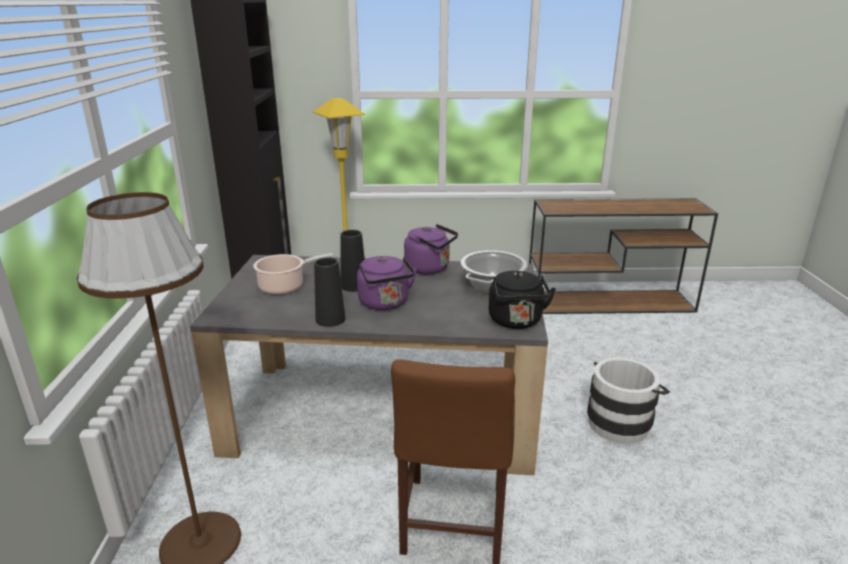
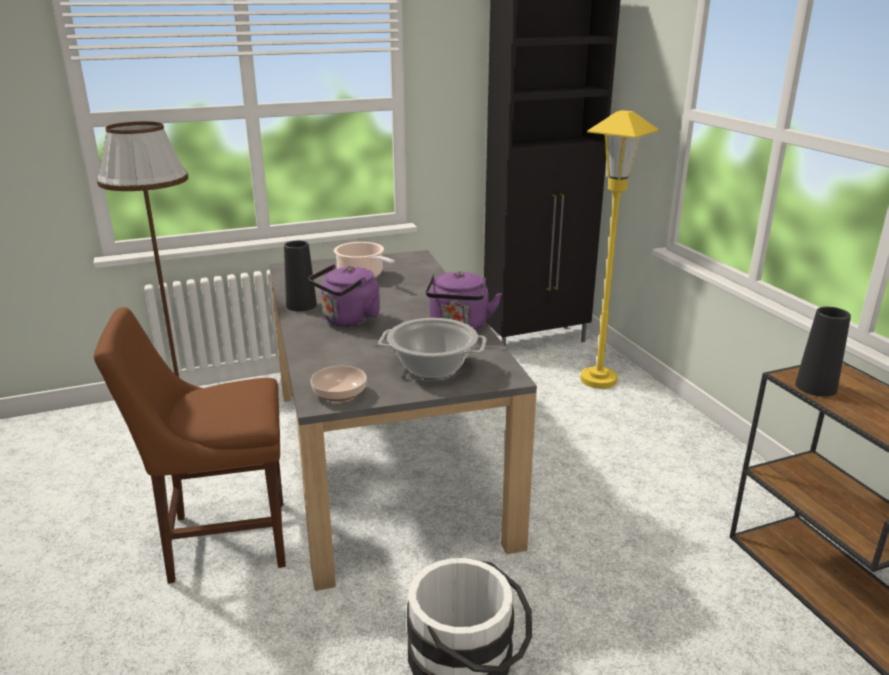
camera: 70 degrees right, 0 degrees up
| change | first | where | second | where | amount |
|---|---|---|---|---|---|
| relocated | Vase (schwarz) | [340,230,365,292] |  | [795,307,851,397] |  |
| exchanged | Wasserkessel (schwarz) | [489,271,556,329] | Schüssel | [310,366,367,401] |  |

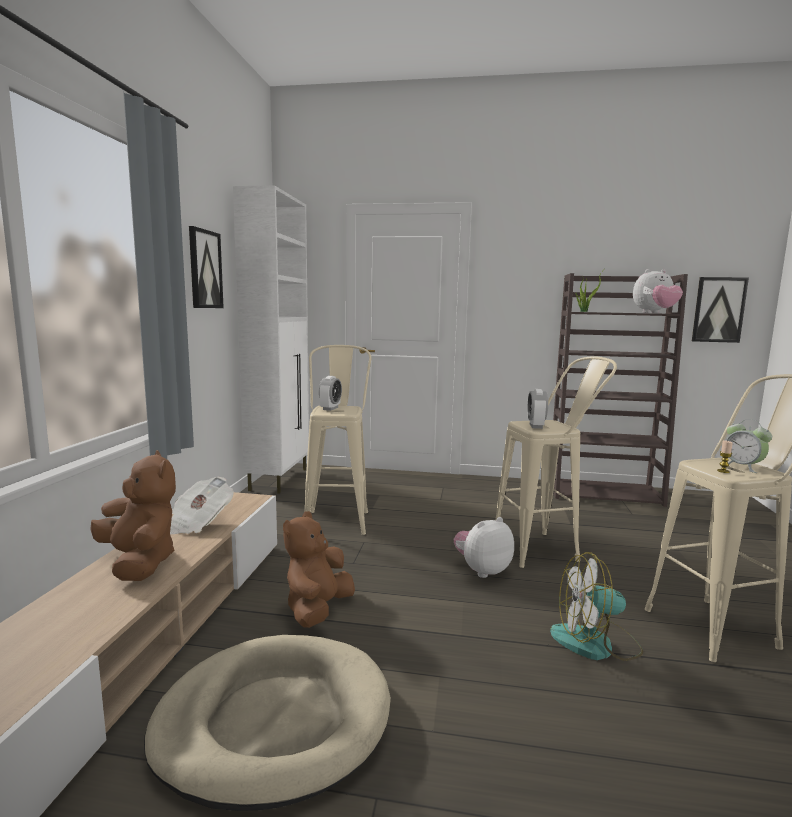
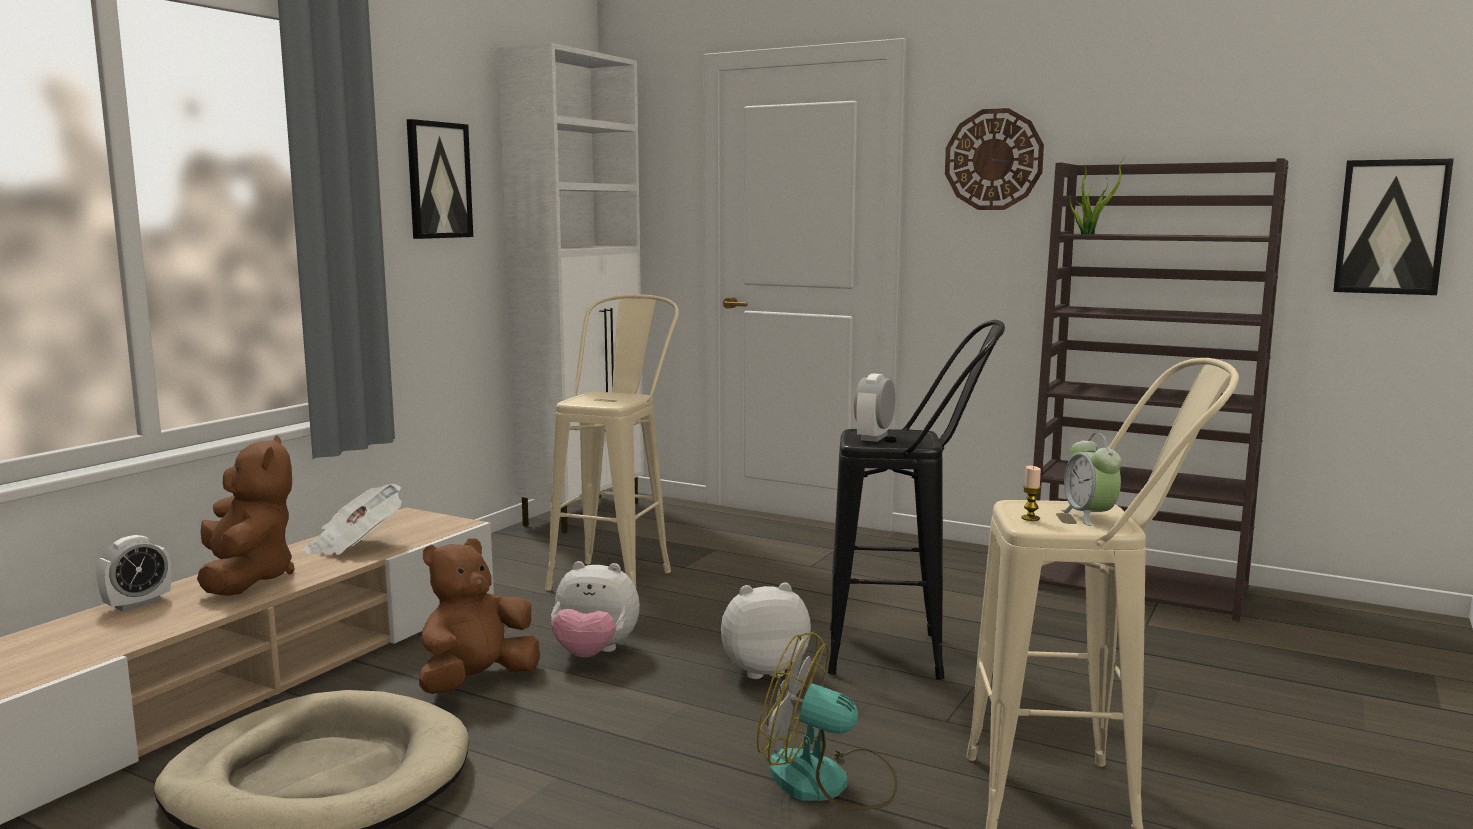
camera: 20 degrees right, 0 degrees up
| change | first | where | second | where | amount |
|---|---|---|---|---|---|
| appeared |  |  | Wanduhr | [945,108,1044,210] |  |
| relocated | Wecker | [319,376,342,411] |  | [96,535,171,612] |  |
| relocated | Plüschtier | [633,269,683,313] |  | [551,561,640,658] |  |
| colour | Hocker (beige) | [496,356,617,568] | Hocker (schwarz) | [828,320,1005,680] |  |

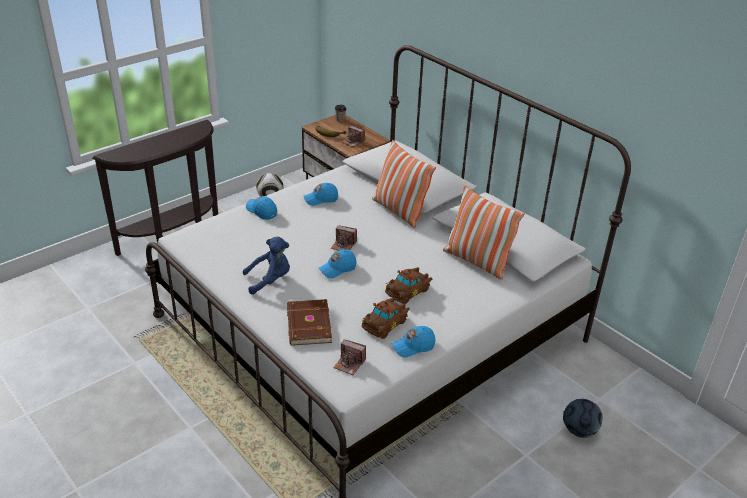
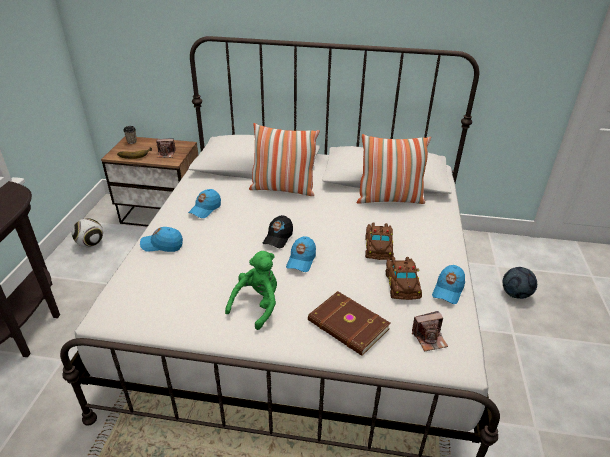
camera: 40 degrees left, 0 degrees up
| change | first | where | second | where | amount |
|---|---|---|---|---|---|
| exchanged | Kamera | [331,225,357,250] | Kappe (schwarz) | [262,215,293,248] |  |
| colour | Plüschtier (blau) | [243,237,290,295] | Plüschtier (grün) | [225,251,277,330] |  |

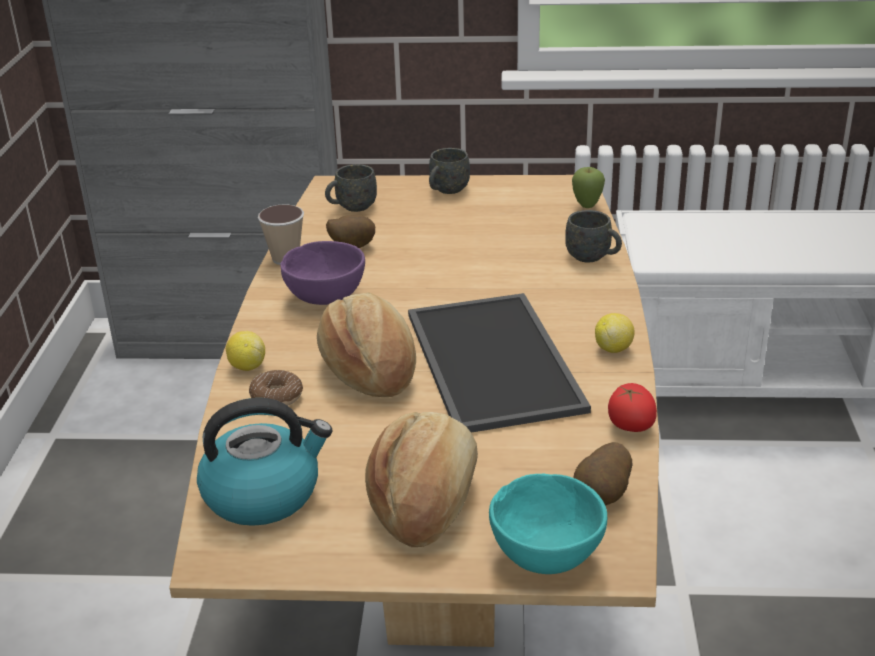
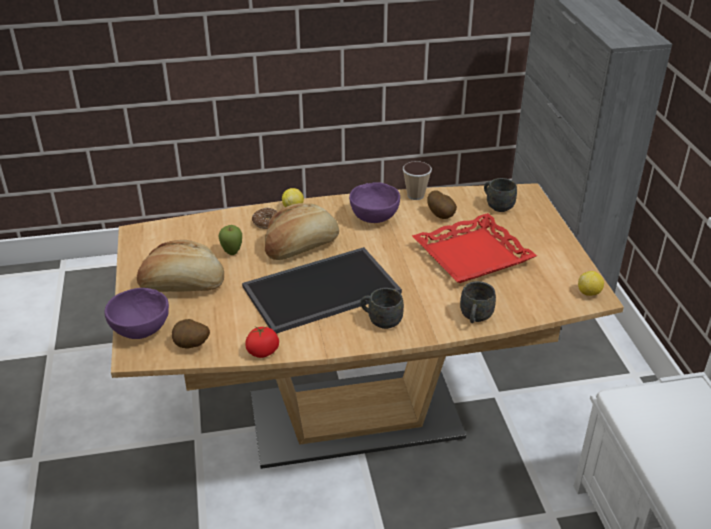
camera: 75 degrees right, 5 degrees up
| change | first | where | second | where | amount |
|---|---|---|---|---|---|
| missing | Wasserkessel | [197,398,332,526] |  |  |  |
| appeared |  |  | Tablett (rot) | [412,213,537,283] |  |
| relocated | Henkelbecher (grau) | [429,148,470,194] |  | [360,288,404,329] |  |
| relocated | Apfel | [572,167,605,208] |  | [219,225,242,255] |  |
| relocated | Zitrone | [595,313,635,353] |  | [578,271,604,296] |  |
| colour | Schüssel (türkis) | [489,474,607,574] | Schüssel (lila) | [105,288,169,339] |  |

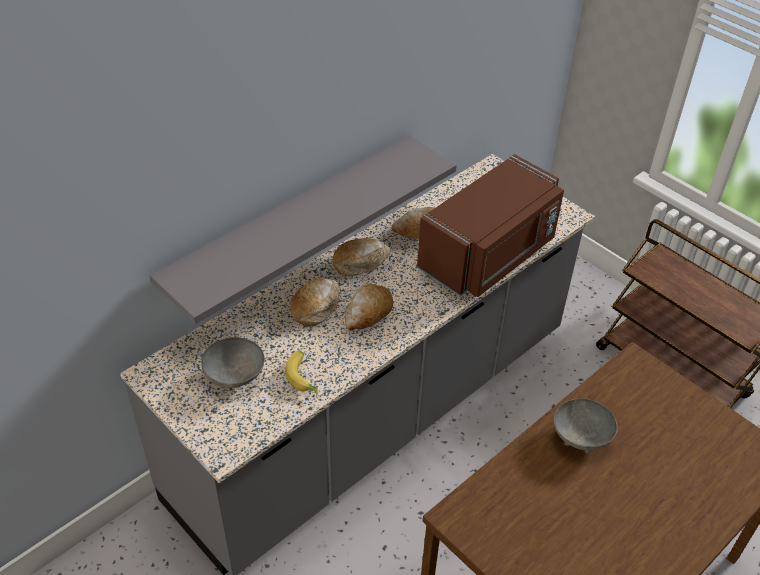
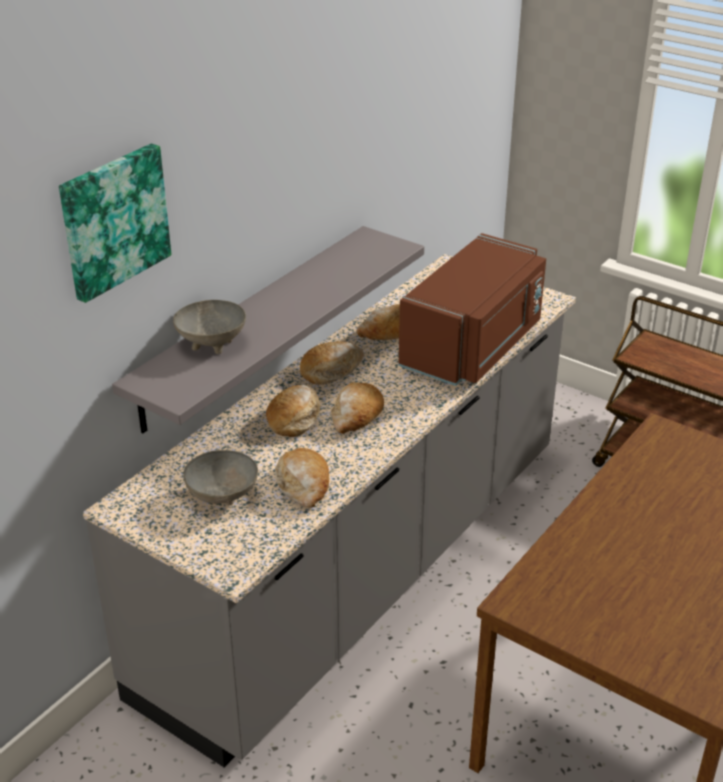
camera: 10 degrees left, 10 degrees down
| change | first | where | second | where | amount |
|---|---|---|---|---|---|
| appeared |  |  | Bild | [59,144,171,303] |  |
| relocated | Schüssel (grau) | [554,398,618,454] |  | [173,300,246,354] |  |
| exchanged | Banane | [285,351,318,395] | Brot | [275,448,329,508] |  |

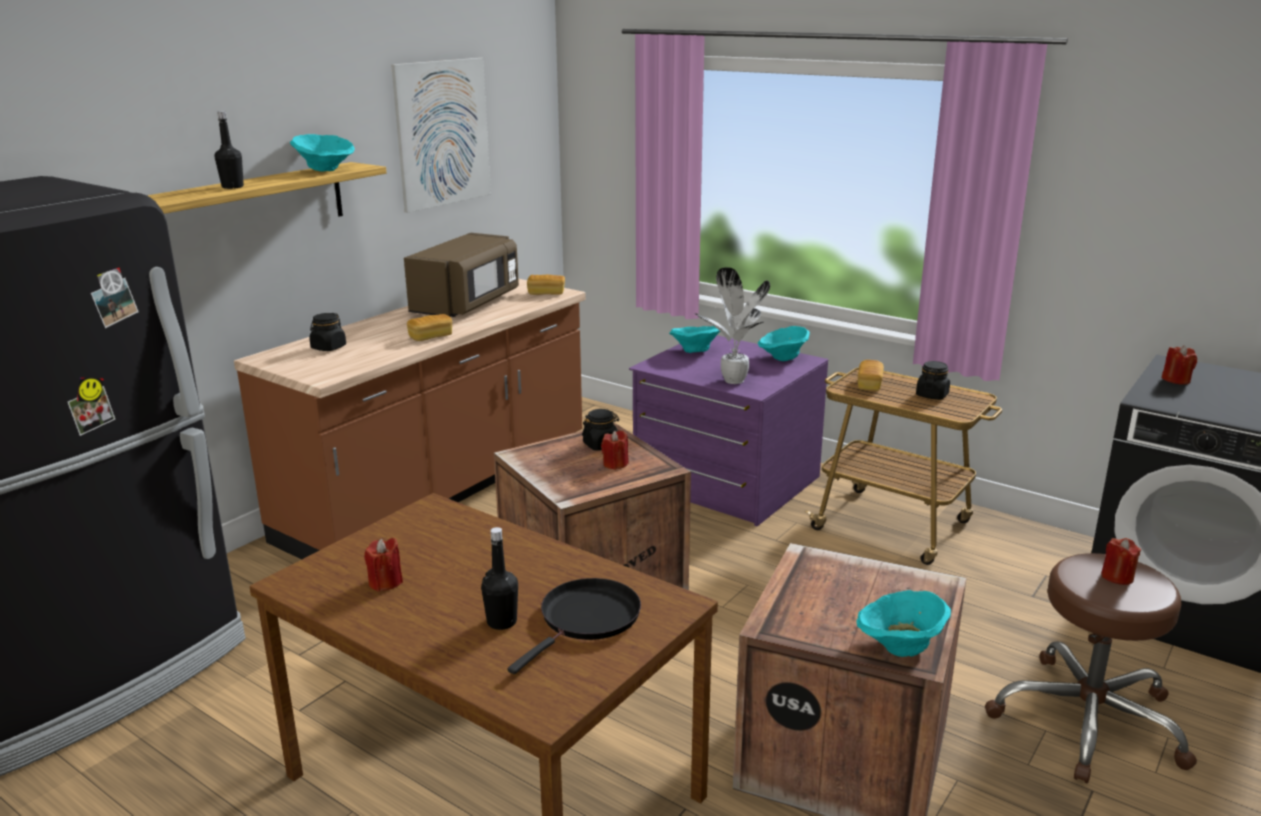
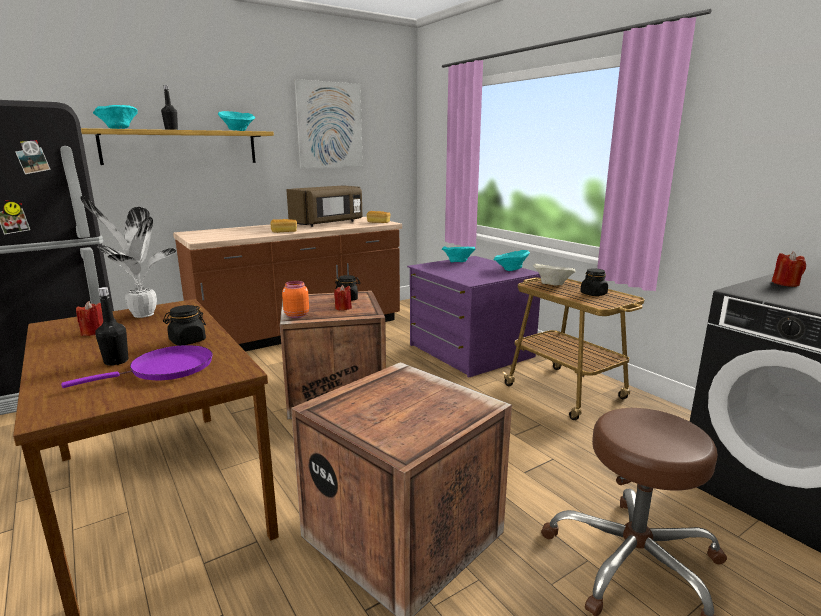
camera: 20 degrees right, 5 degrees down
| change | first | where | second | where | amount |
|---|---|---|---|---|---|
| missing | Kerze (rot) | [1101,538,1141,585] |  |  |  |
| appeared |  |  | Vorratsglas (orange) | [282,281,309,318] |  |
| relocated | Vorratsglas (schwarz) | [309,313,346,351] |  | [163,305,206,346] |  |
| relocated | Topfpflanze | [694,267,770,384] |  | [80,196,176,318] |  |
| relocated | Schüssel (türkis) | [857,590,951,657] |  | [93,105,138,129] |  |
| exchanged | Brot | [858,360,884,391] | Schüssel (beige) | [533,264,576,285] |  |
| colour | Pfanne (schwarz) | [508,578,641,674] | Pfanne (lila) | [61,345,212,388] |  |

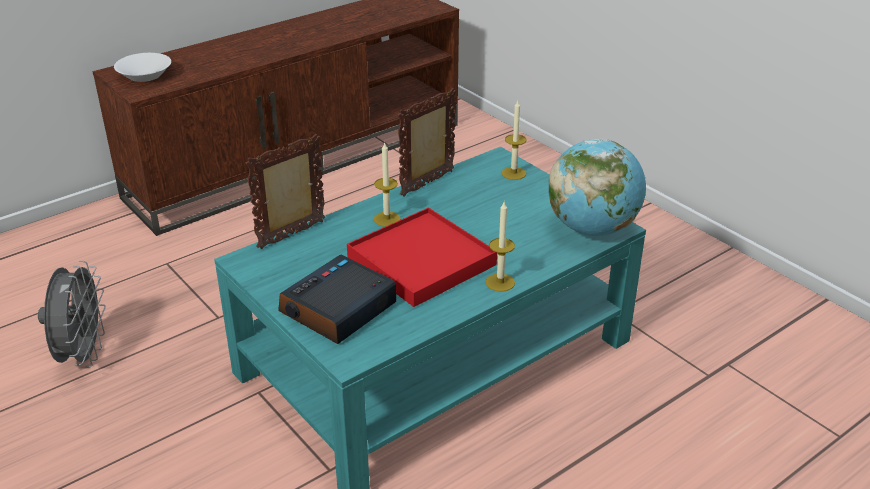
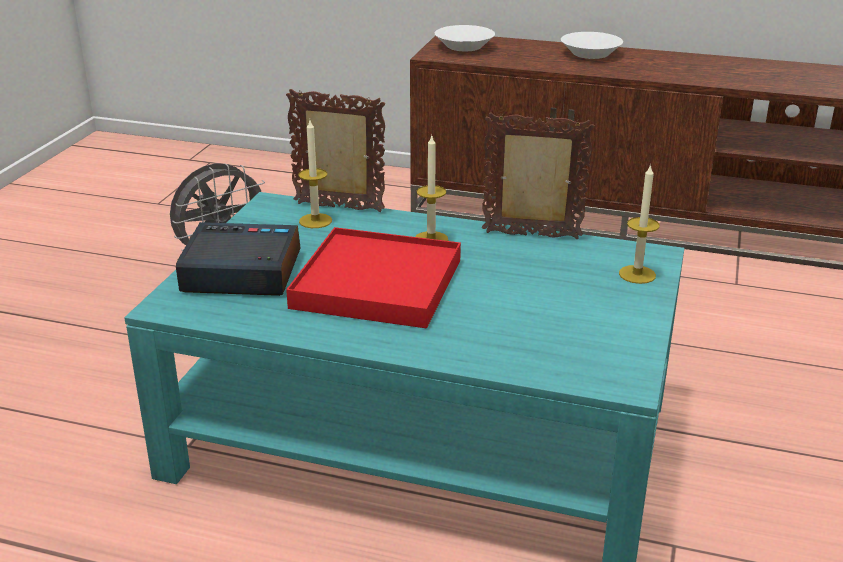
camera: 55 degrees right, 5 degrees down
| change | first | where | second | where | amount |
|---|---|---|---|---|---|
| missing | Globus | [548,139,646,236] |  |  |  |
| appeared |  |  | Schüssel (weiß) | [561,32,623,59] |  |
| relocated | Kerze | [485,202,515,292] |  | [299,120,332,228] |  |

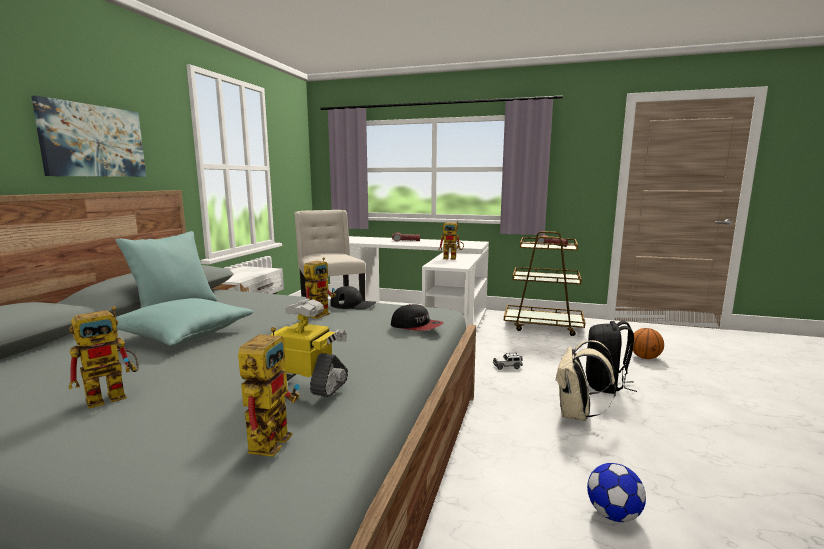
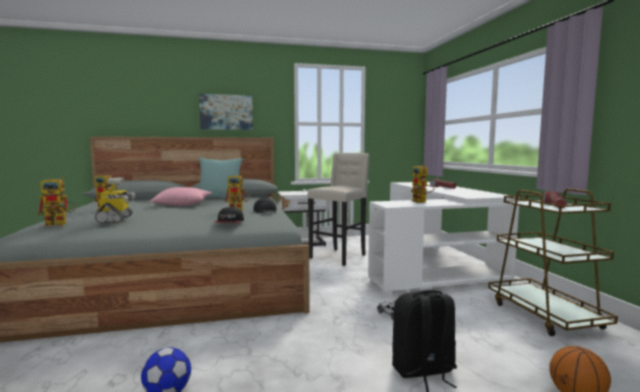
camera: 60 degrees right, 5 degrees down
| change | first | where | second | where | amount |
|---|---|---|---|---|---|
| missing | Rucksack (beige) | [555,340,616,421] |  |  |  |
| colour | Kissen (türkis) | [116,298,253,346] | Kissen (rosa) | [150,187,212,206] |  |

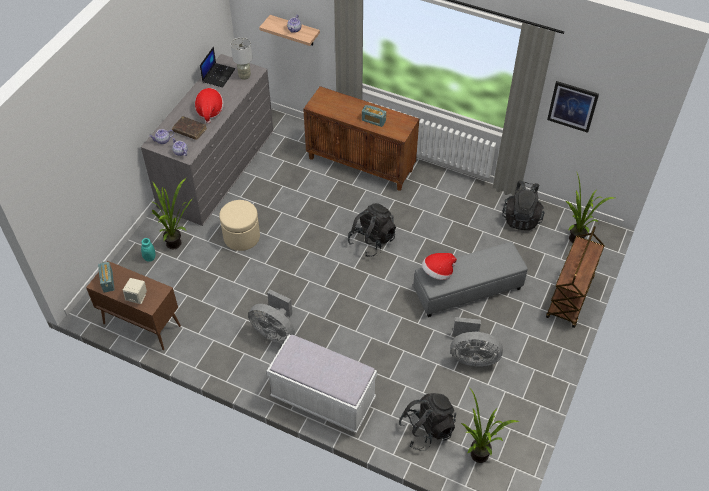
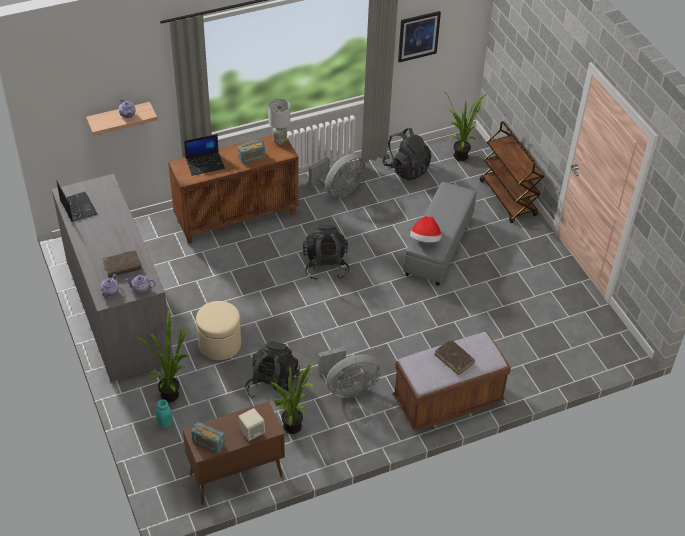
camera: 50 degrees left, 5 degrees down
| change | first | where | second | where | amount |
|---|---|---|---|---|---|
| missing | Hut | [195,88,224,124] |  |  |  |
| appeared |  |  | Laptop | [184,134,225,176] |  |
| appeared |  |  | Buch (braun) | [434,339,475,375] |  |
| relocated | Tischlampe (grau) | [231,37,252,80] |  | [268,98,290,145] |  |
| relocated | Rucksack (schwarz) | [399,393,456,451] |  | [245,341,300,406] |  |
| relocated | Ventilator (grau) | [450,317,503,367] |  | [309,154,366,198] |  |
| relocated | Topfpflanze | [461,389,519,463] |  | [262,360,316,434] |  |
| colour | Bank (weiß) | [267,335,377,433] | Bank (braun) | [393,332,511,431] |  |

